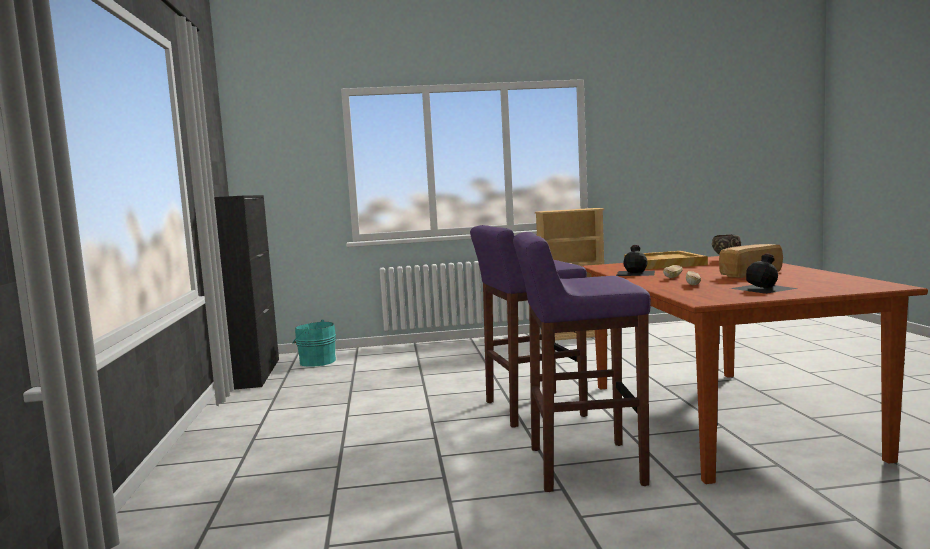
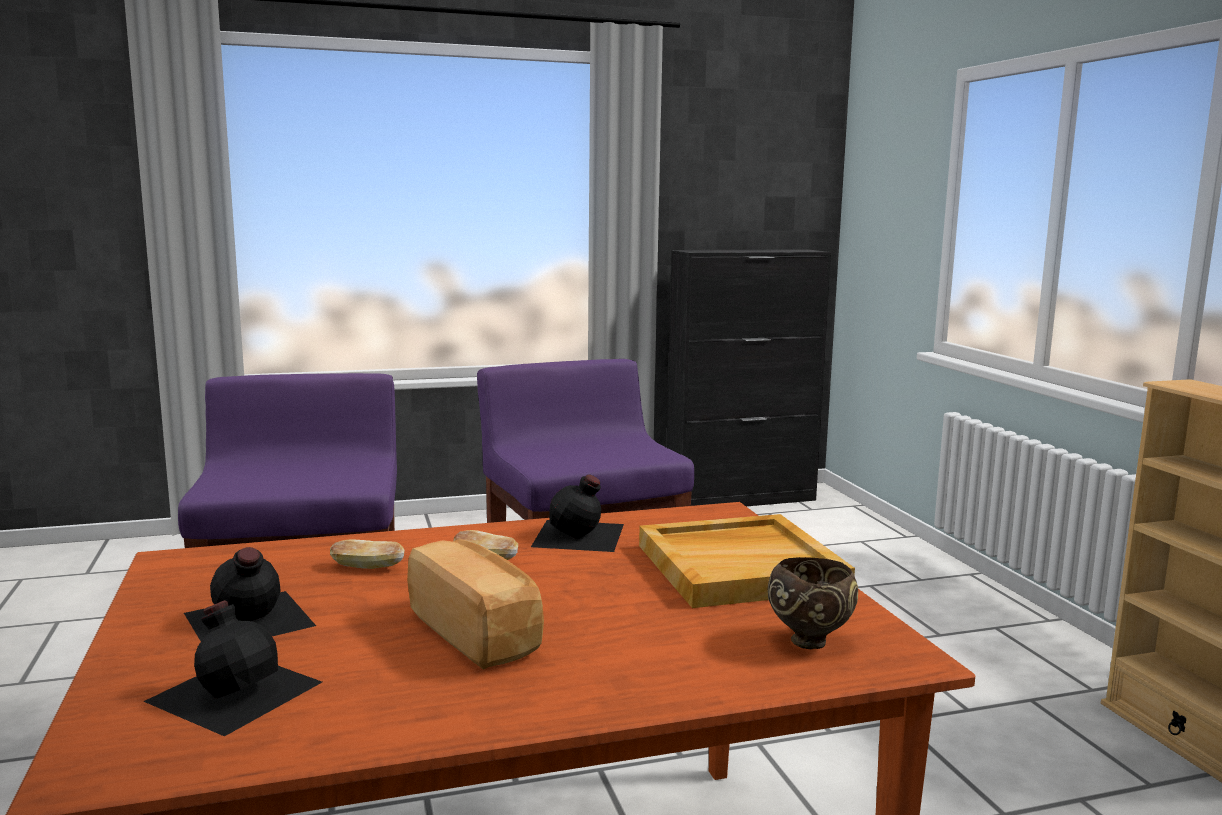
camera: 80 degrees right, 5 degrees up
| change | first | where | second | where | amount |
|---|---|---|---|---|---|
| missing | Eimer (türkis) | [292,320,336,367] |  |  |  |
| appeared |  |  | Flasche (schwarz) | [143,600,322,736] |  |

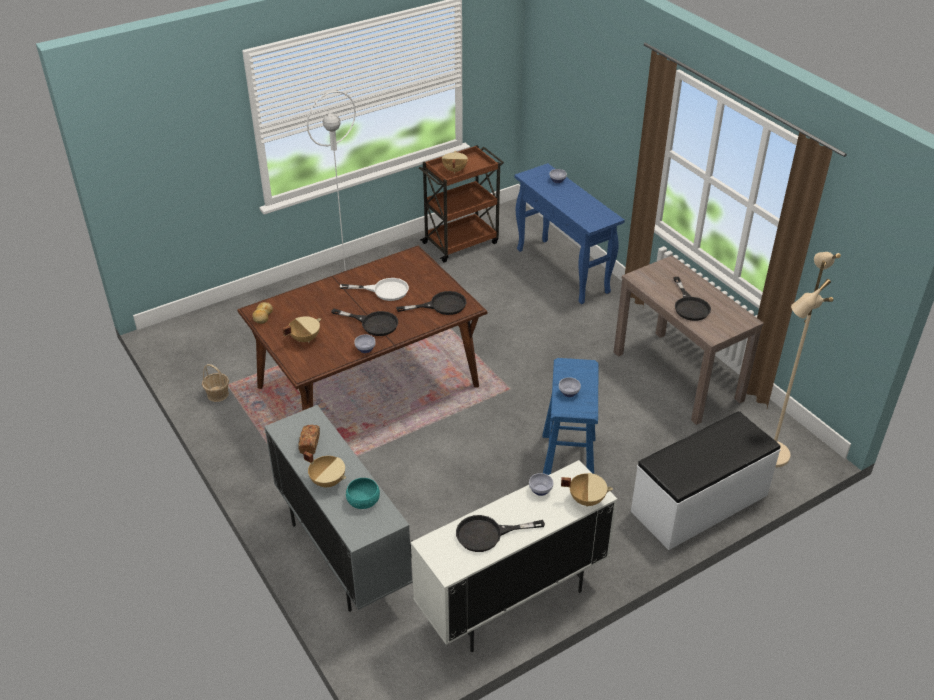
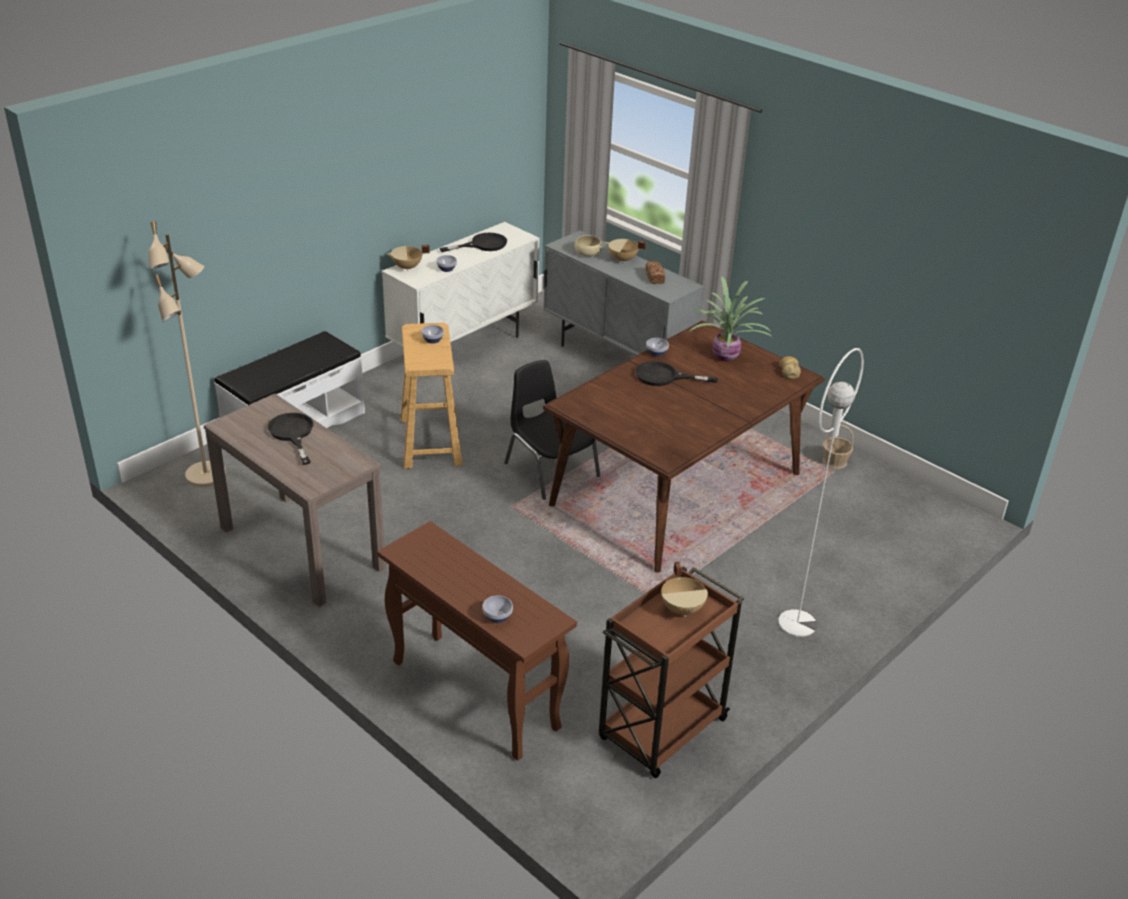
camera: 165 degrees right, 5 degrees down
| change | first | where | second | where | amount |
|---|---|---|---|---|---|
| missing | Pfanne (weiß) | [340,278,409,301] |  |  |  |
| missing | Pfanne (schwarz) | [396,291,466,315] |  |  |  |
| appeared |  |  | Stuhl (schwarz) | [504,360,600,500] |  |
| exchanged | Kochtopf (beige) | [282,316,321,343] | Topfpflanze | [689,276,772,361] |  |
| colour | Schüssel (türkis) | [346,478,380,509] | Schüssel (beige) | [575,235,602,256] |  |
| colour | Konsolentisch (blau) | [514,163,625,304] | Konsolentisch (braun) | [377,521,577,761] |  |
| colour | Hocker (blau) | [542,358,599,475] | Hocker (beige) | [401,323,463,469] |  |

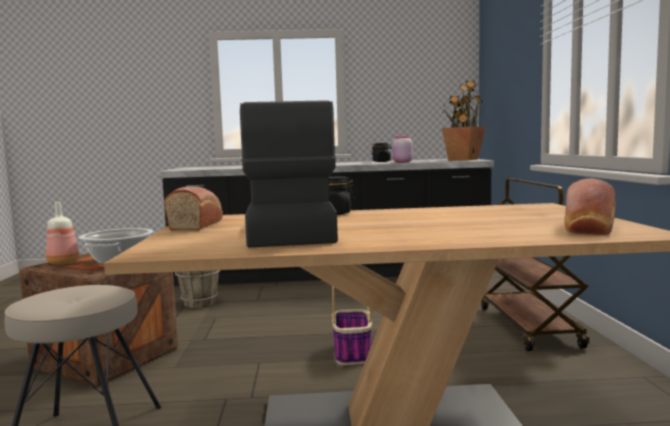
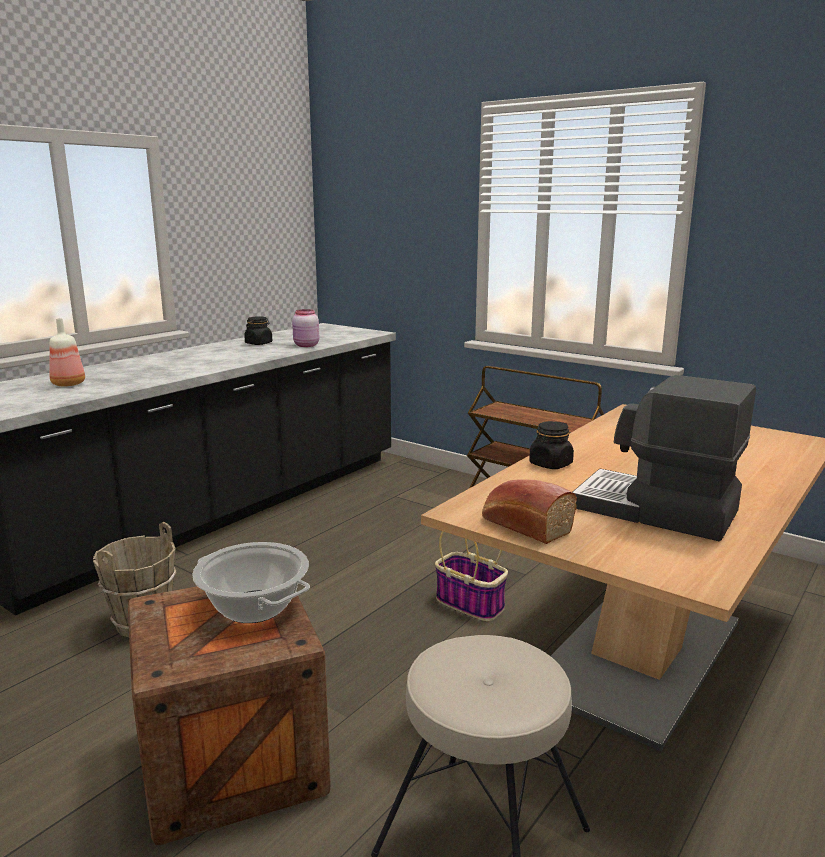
camera: 50 degrees left, 10 degrees up
| change | first | where | second | where | amount |
|---|---|---|---|---|---|
| missing | Topfpflanze | [442,81,485,160] |  |  |  |
| missing | Brot | [564,179,615,235] |  |  |  |
| relocated | Flasche | [46,202,79,265] |  | [49,318,85,386] |  |

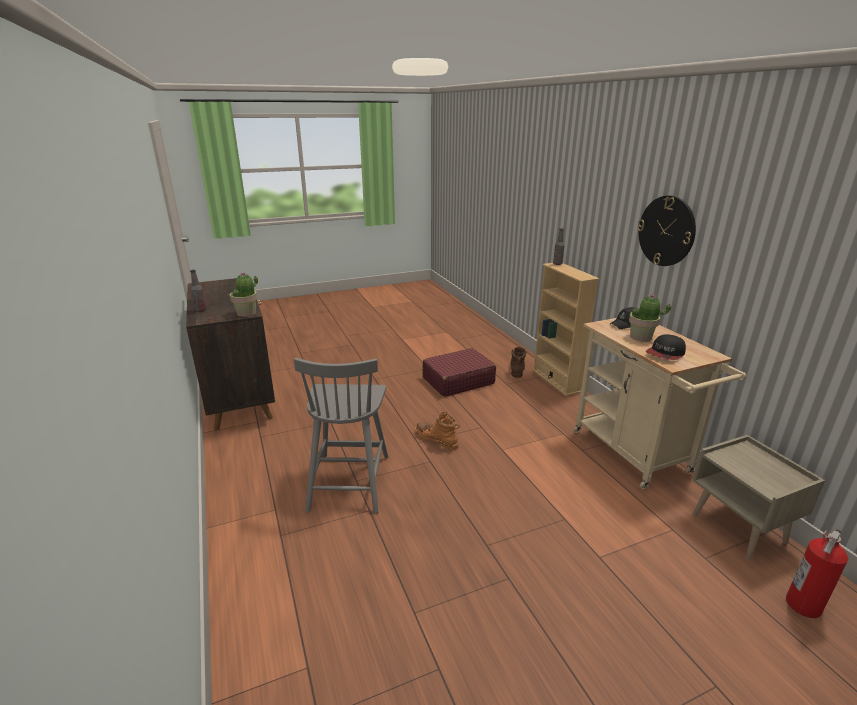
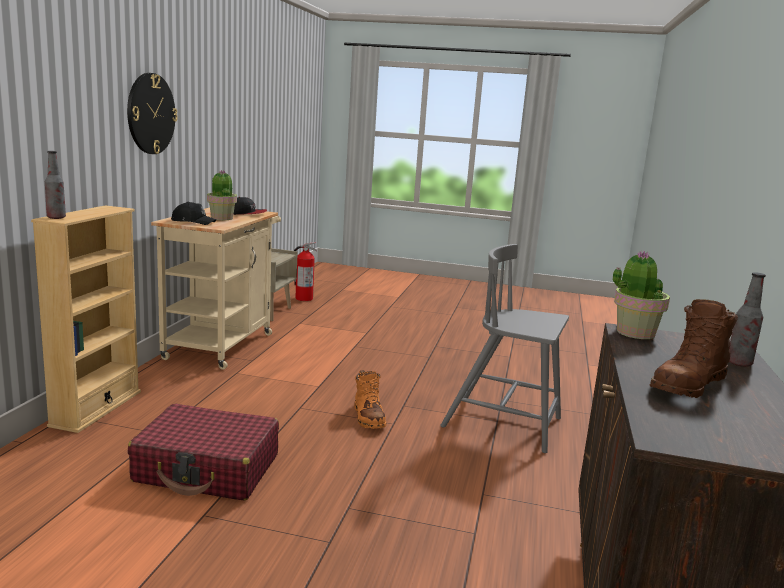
camera: 145 degrees left, 10 degrees down
| change | first | where | second | where | amount |
|---|---|---|---|---|---|
| relocated | Stiefel (braun) | [510,347,526,378] |  | [650,299,738,398] |  |
| spun | Stuhl (grau) | [294,358,388,514] |  | [440,244,569,453] | 105 degrees counterclockwise |

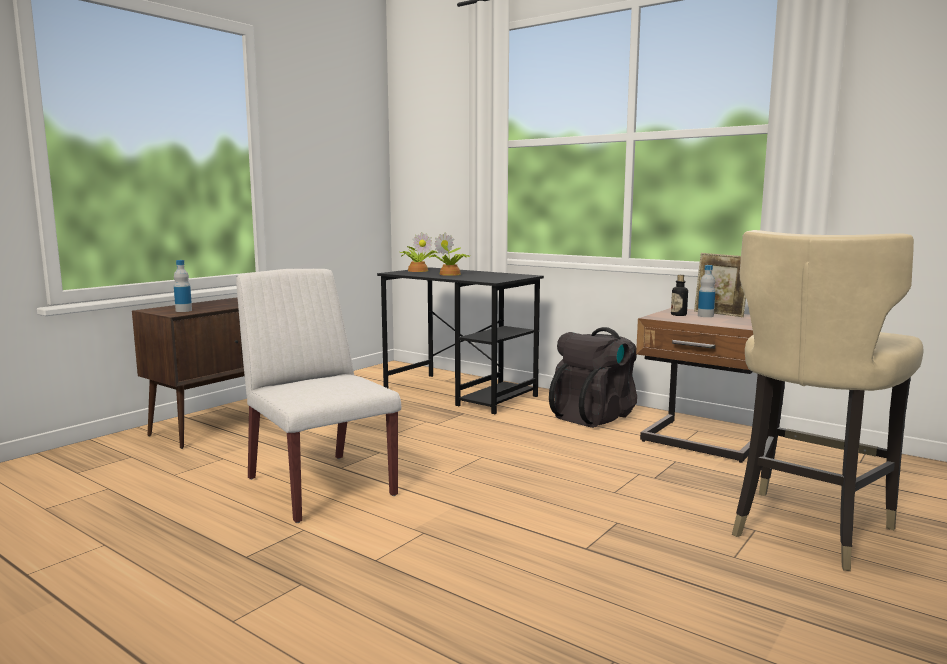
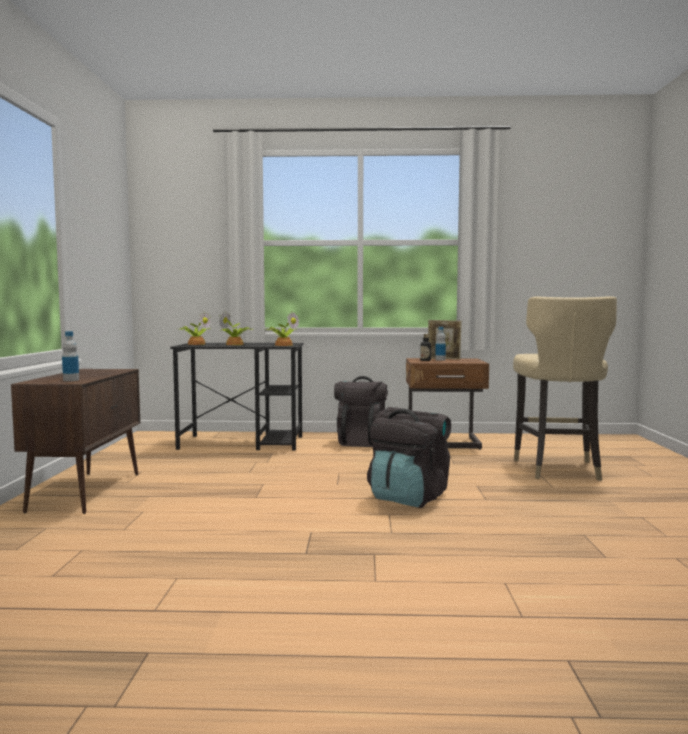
camera: 35 degrees left, 5 degrees down
| change | first | where | second | where | amount |
|---|---|---|---|---|---|
| missing | Stuhl (weiß) | [236,269,401,523] |  |  |  |
| appeared |  |  | Topfpflanze | [265,312,299,346] |  |
| appeared |  |  | Rucksack (schwarz) | [367,407,451,508] |  |

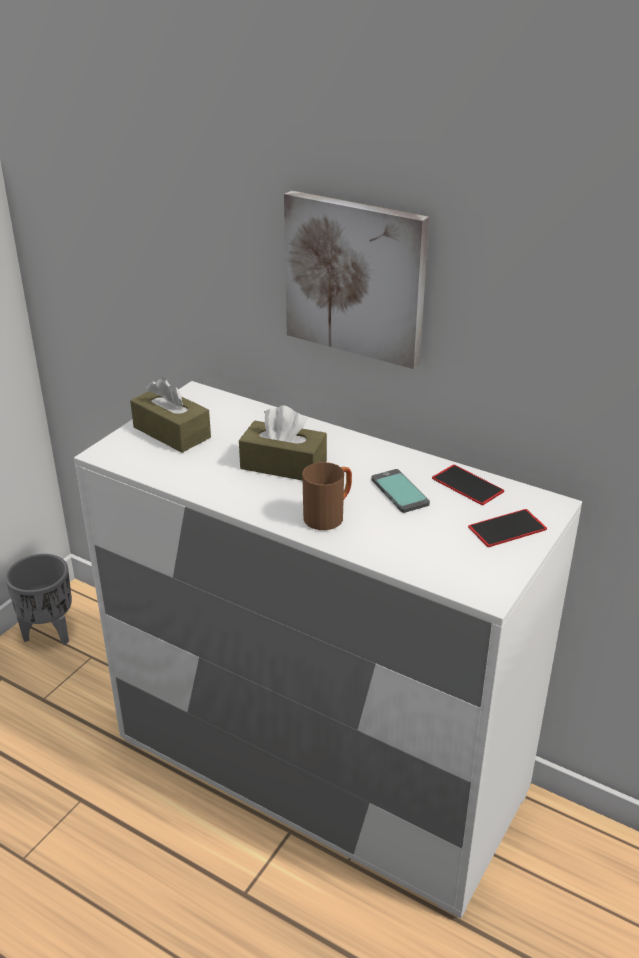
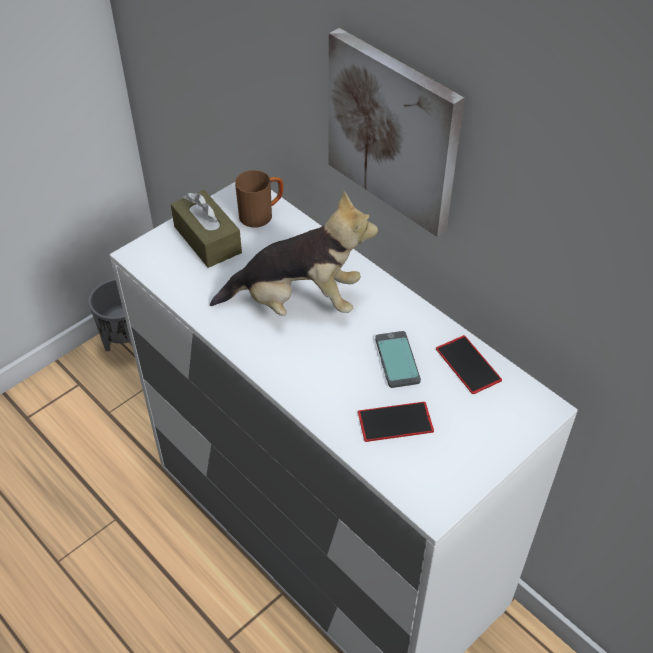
camera: 15 degrees right, 15 degrees up
| change | first | where | second | where | amount |
|---|---|---|---|---|---|
| relocated | Henkelbecher (braun) | [302,462,352,530] |  | [235,170,283,227] |  |
| relocated | Handy | [468,509,547,547] |  | [358,402,434,442] |  |
| exchanged | Taschentuchbox (braun) | [239,405,327,481] | Plüschtier | [210,191,378,316] |  |

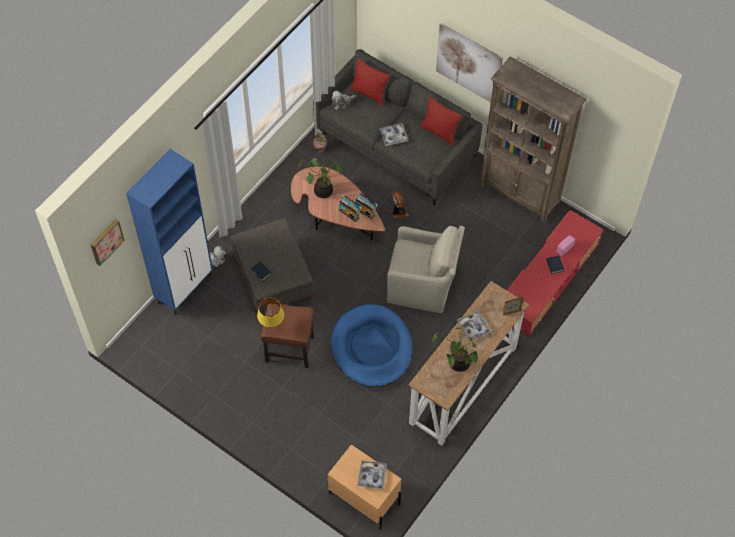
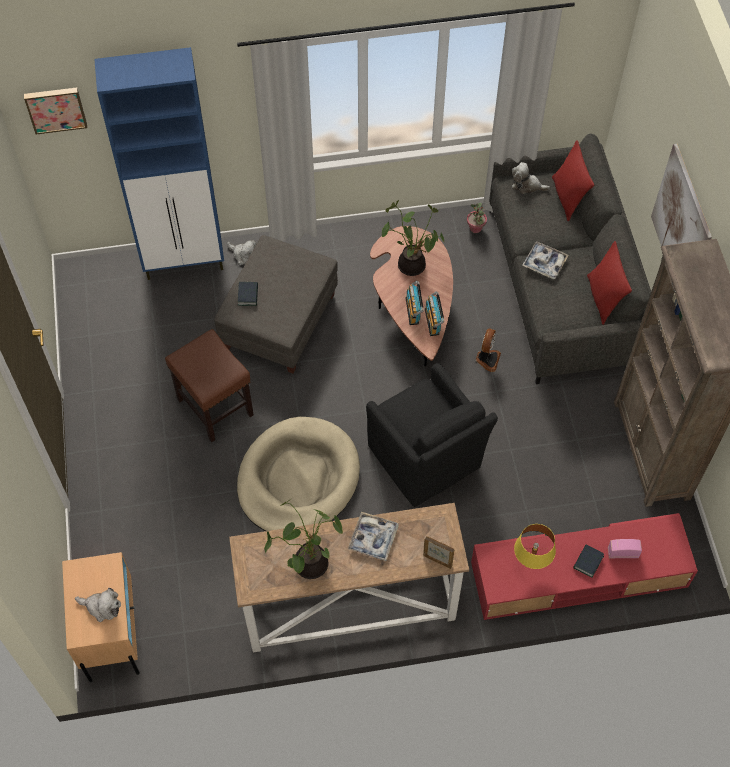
camera: 45 degrees right, 0 degrees up
| change | first | where | second | where | amount |
|---|---|---|---|---|---|
| relocated | Tischlampe (gelb) | [257,298,284,327] |  | [514,524,556,569] |  |
| exchanged | Tablett | [357,460,387,490] | Plüschtier | [75,588,121,622] |  |
| colour | Hundebett (blau) | [331,304,412,387] | Hundebett (beige) | [237,416,360,531] |  |
| colour | Sessel (beige) | [387,226,465,313] | Sessel (schwarz) | [366,363,498,507] |  |

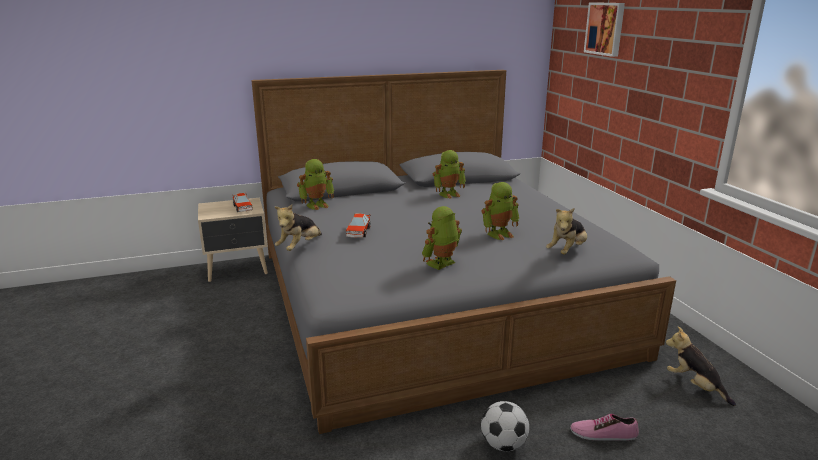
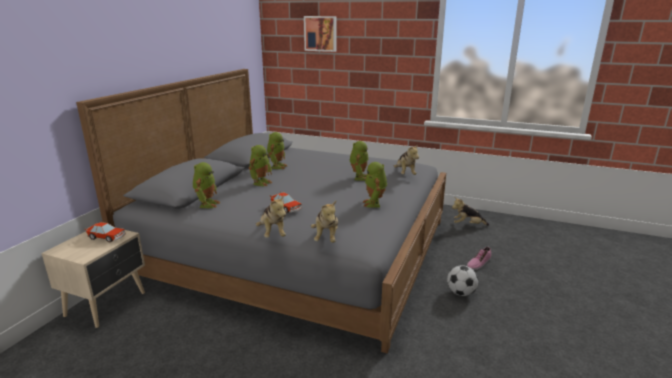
camera: 50 degrees left, 0 degrees up
| change | first | where | second | where | amount |
|---|---|---|---|---|---|
| appeared |  |  | Spielzeugroboter | [249,145,272,186] |  |
| appeared |  |  | Plüschtier | [311,201,338,243] |  |

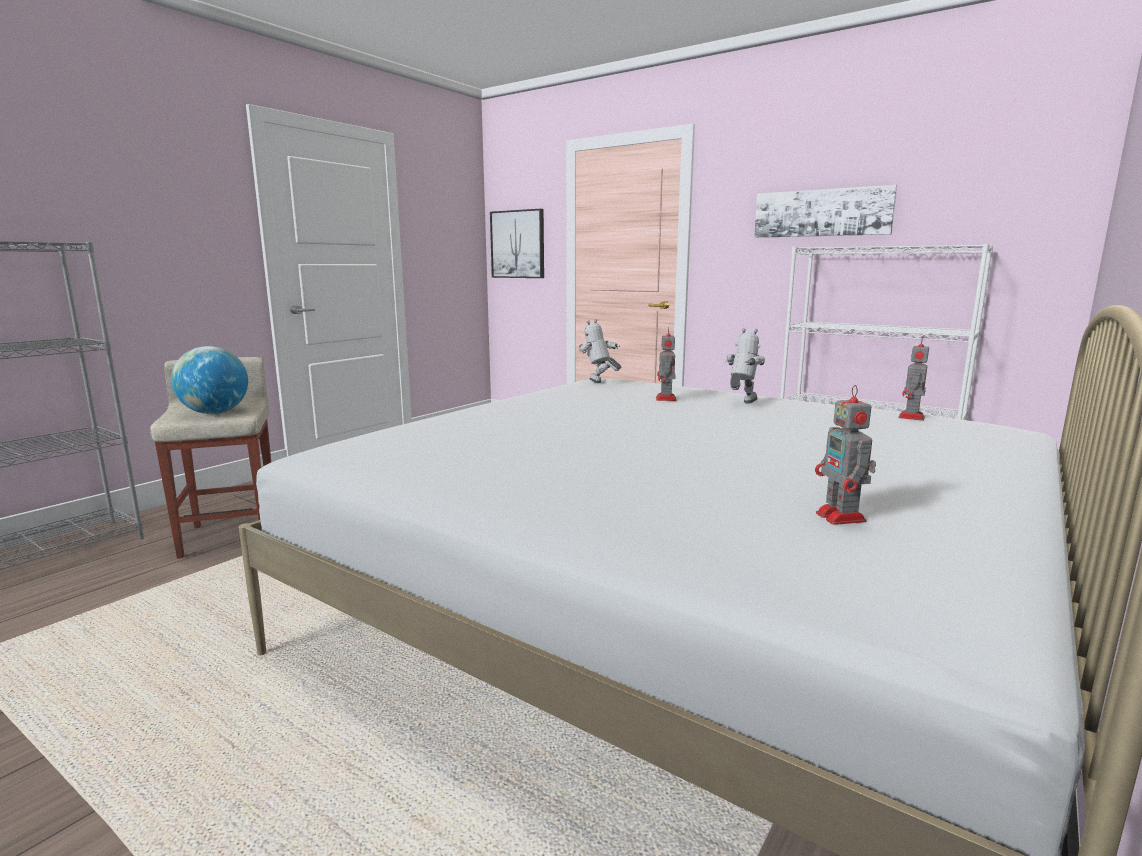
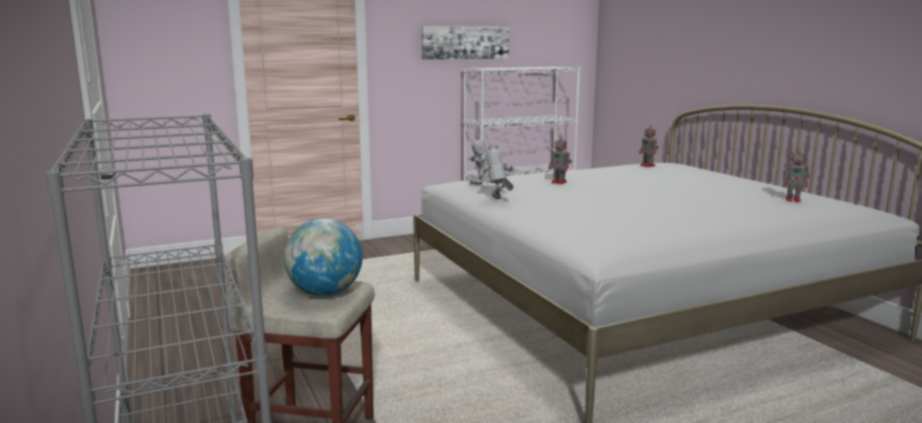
camera: 60 degrees left, 0 degrees up
| change | first | where | second | where | amount |
|---|---|---|---|---|---|
| missing | Bild | [490,209,544,278] |  |  |  |
| relocated | Spielzeugroboter | [725,328,765,404] |  | [480,145,514,199] |  |

